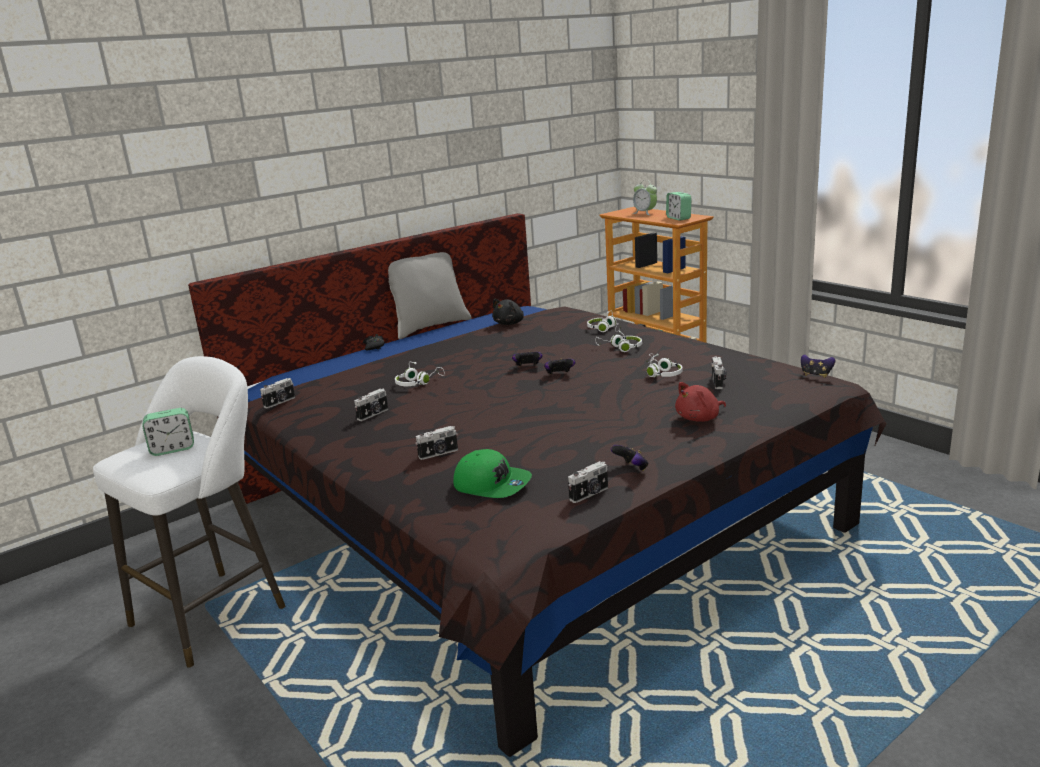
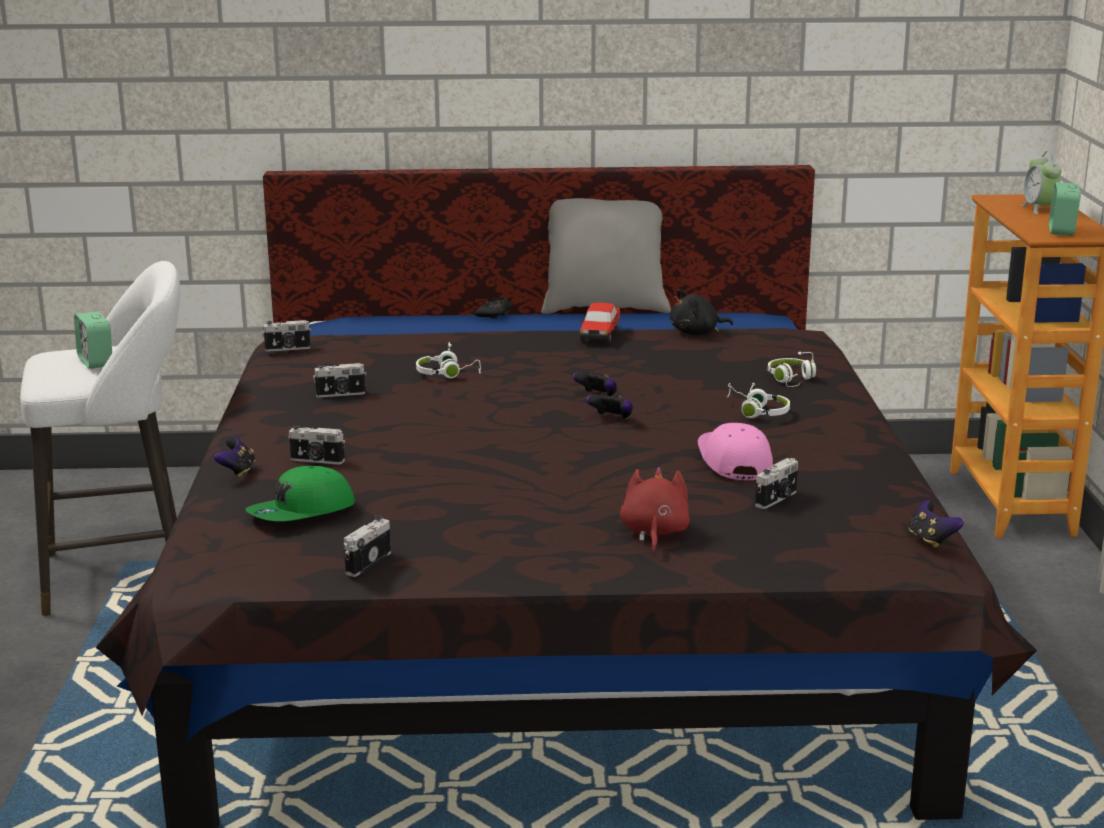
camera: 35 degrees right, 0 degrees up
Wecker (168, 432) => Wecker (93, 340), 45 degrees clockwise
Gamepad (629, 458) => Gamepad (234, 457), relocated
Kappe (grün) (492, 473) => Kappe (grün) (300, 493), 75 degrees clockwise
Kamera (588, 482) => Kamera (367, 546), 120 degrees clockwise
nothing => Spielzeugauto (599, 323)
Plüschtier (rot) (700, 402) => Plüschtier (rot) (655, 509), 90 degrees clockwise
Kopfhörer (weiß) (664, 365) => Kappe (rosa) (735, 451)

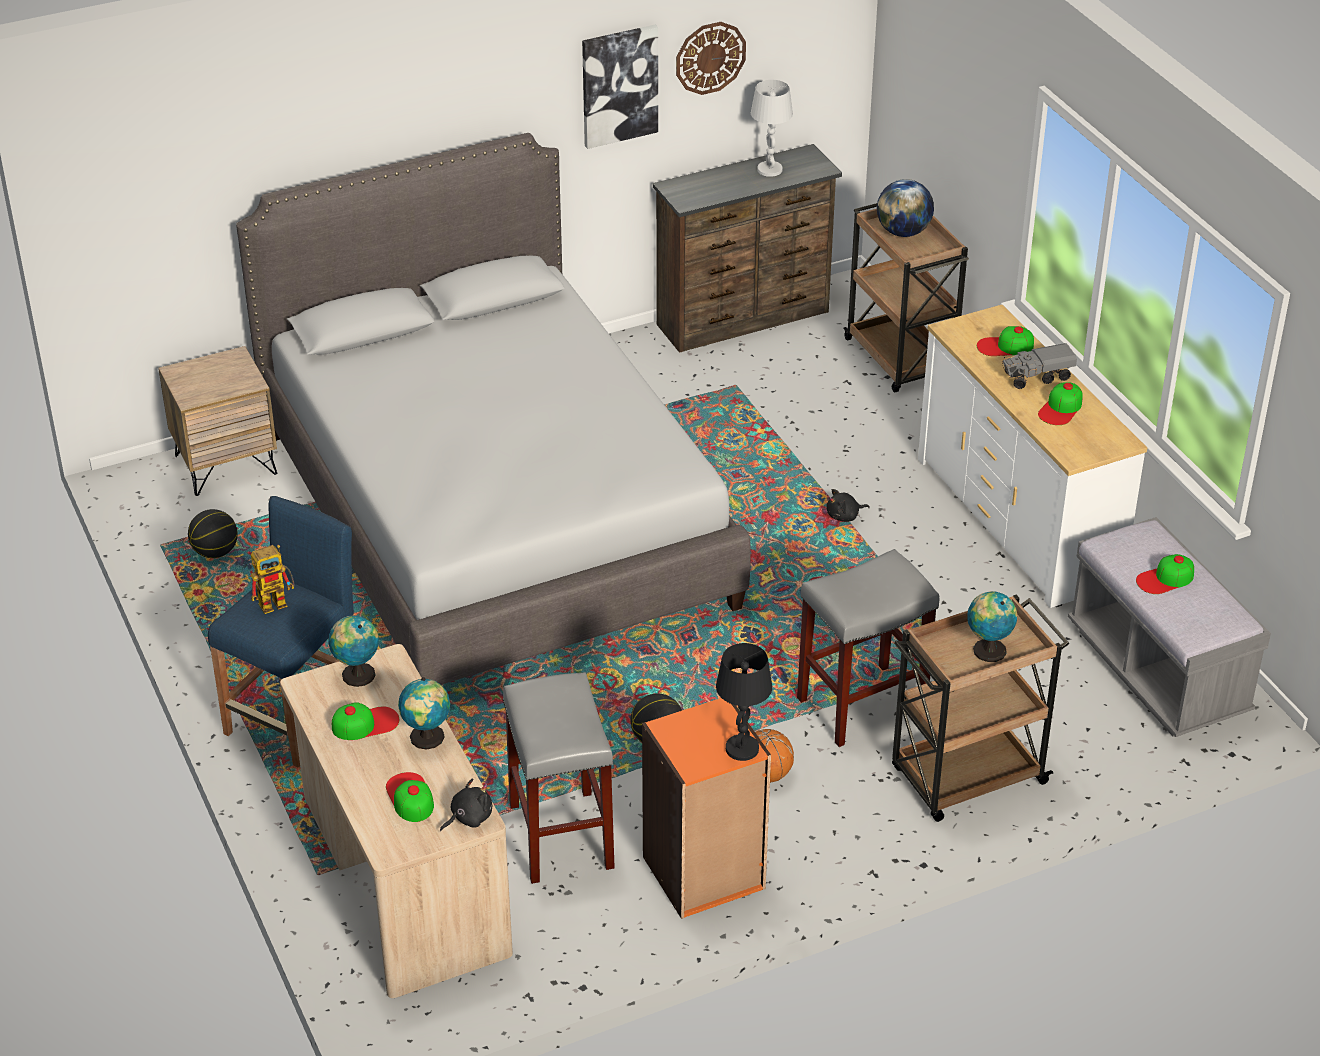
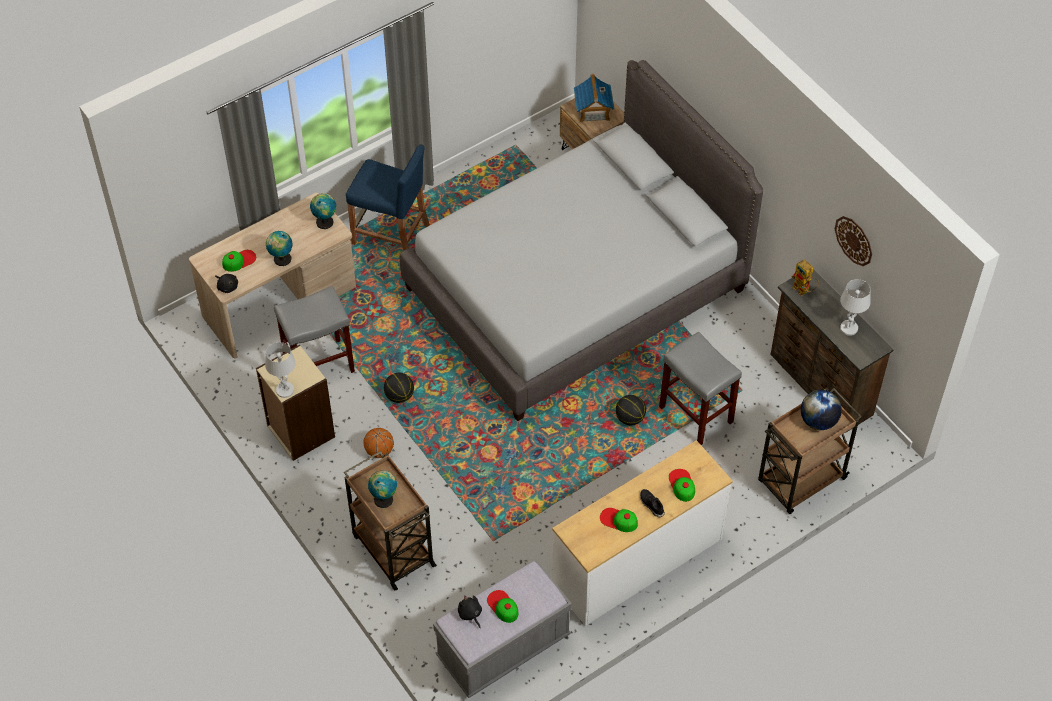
camera: 80 degrees right, 15 degrees up
Bücherregal (orange) (706, 808) => Bücherregal (beige) (295, 403)
Tischlampe (schwarz) (744, 702) => Tischlampe (weiß) (280, 370)
Plüschtier (schwarz) (848, 505) => Plüschtier (schwarz) (470, 611), relocated
nothing => Spielzeughaus (594, 98)
Basketball (213, 533) => Basketball (631, 410), relocated
Spielzeuglaster (1039, 366) => Schuh (schwarz) (652, 503)
Hocker (grau) (868, 648) => Hocker (grau) (700, 388), relocated
Spielzeugroboter (272, 579) => Spielzeugroboter (805, 277), relocated
Kappe (365, 721) => nothing
Bild (620, 87) => nothing

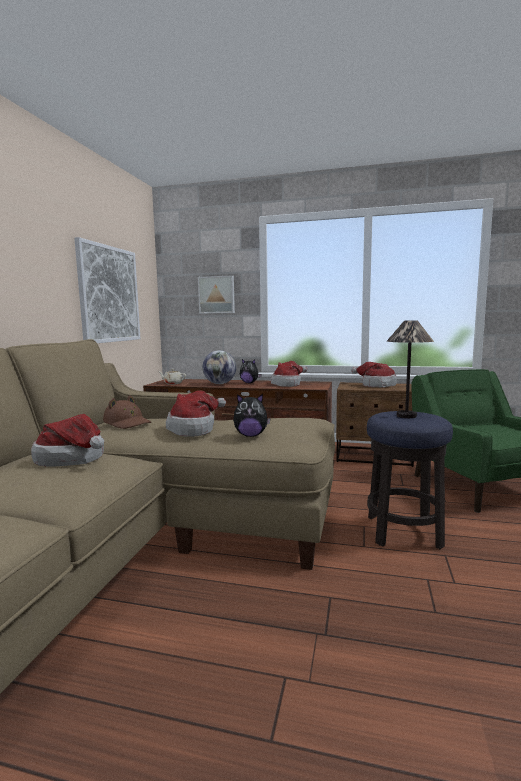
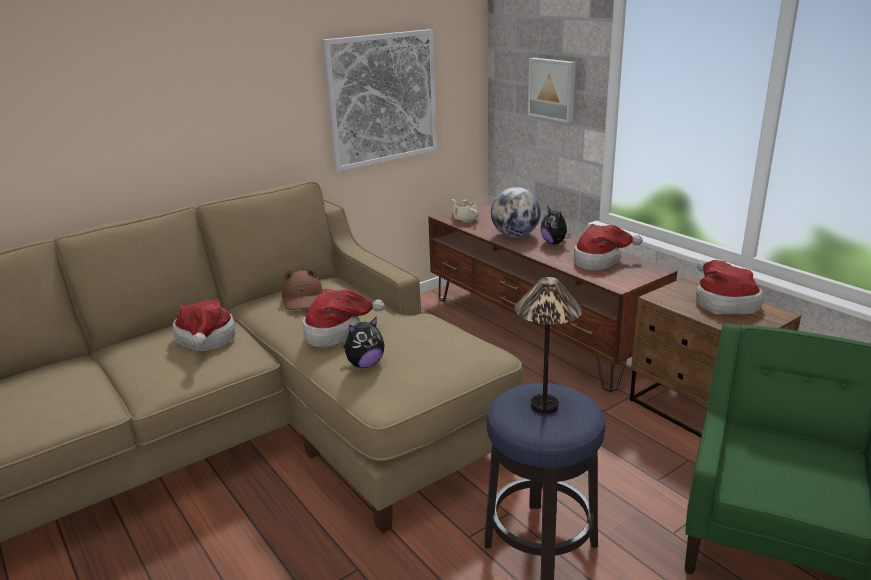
camera: 40 degrees right, 15 degrees up
Plüschtier (252, 415) => Plüschtier (364, 342), 75 degrees counterclockwise

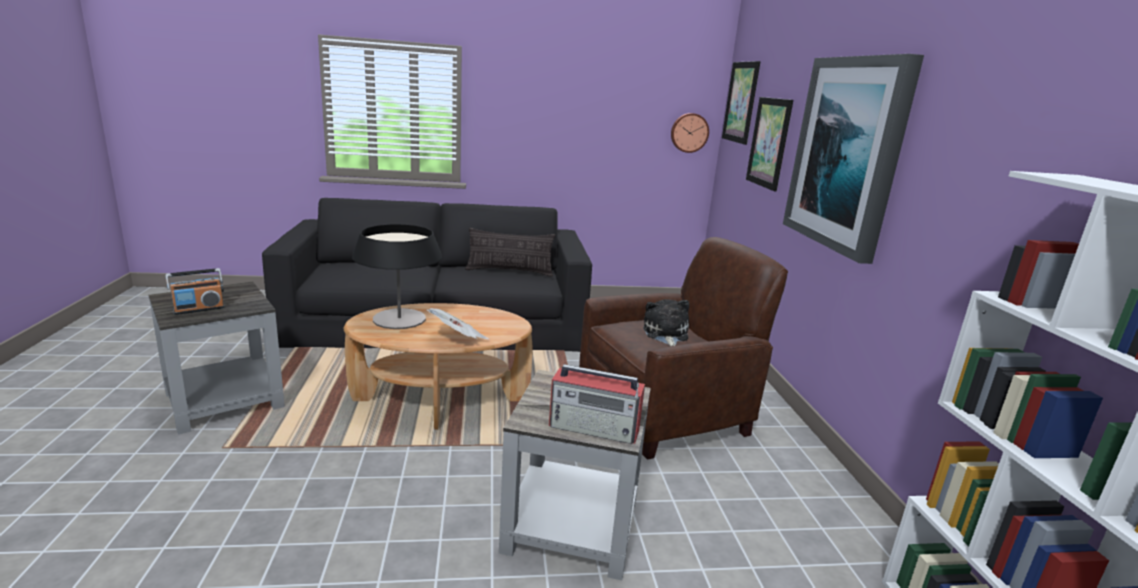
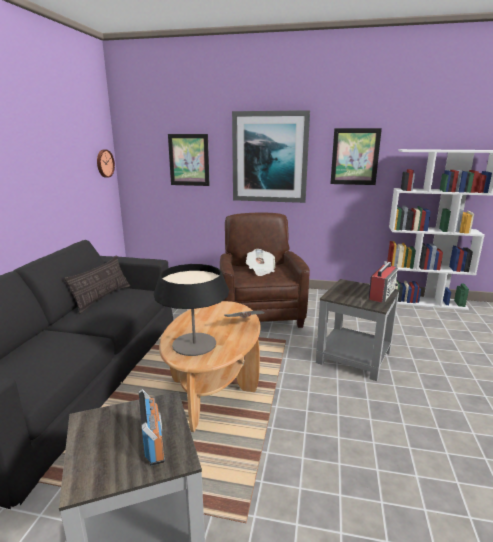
camera: 70 degrees left, 0 degrees up
Plüschtier (666, 322) => Zeitung (260, 262)
Bild (741, 103) => Bild (356, 156), relocated

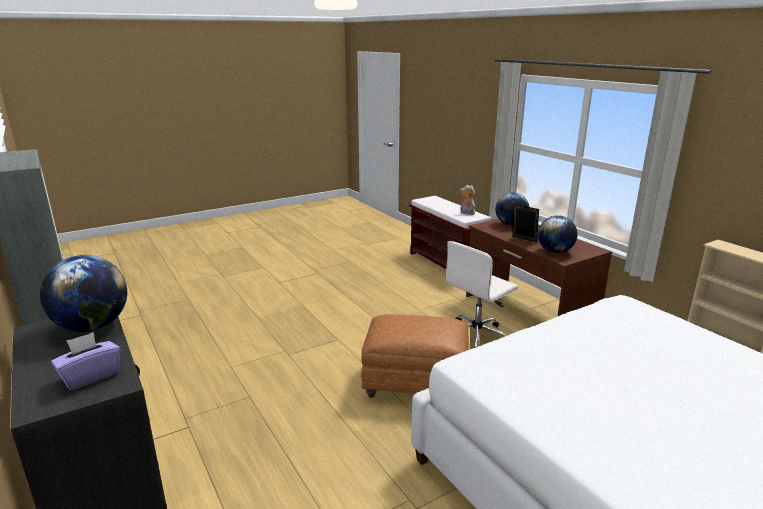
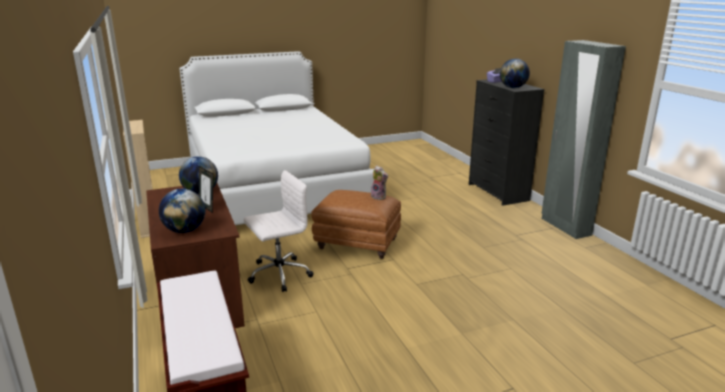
camera: 170 degrees left, 0 degrees up
Plüschtier (467, 200) => Plüschtier (379, 183), relocated

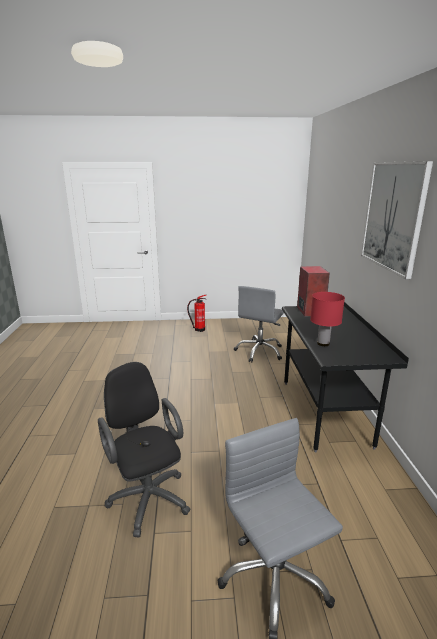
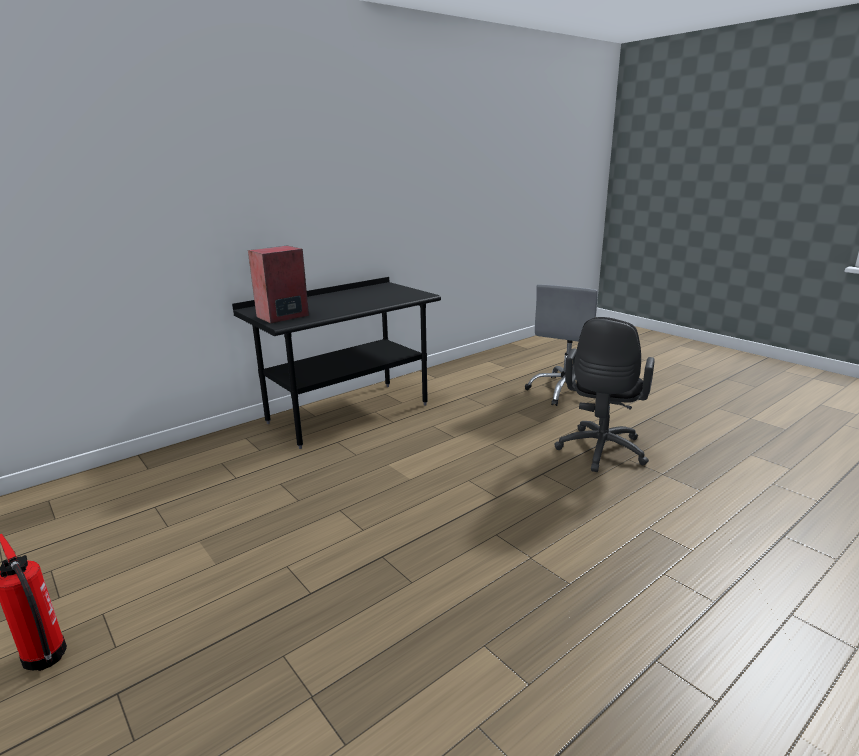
camera: 125 degrees left, 0 degrees up
Bürostuhl (grau) (259, 324) => nothing
Tischlampe (rot) (327, 319) => nothing
Bild (397, 220) => nothing

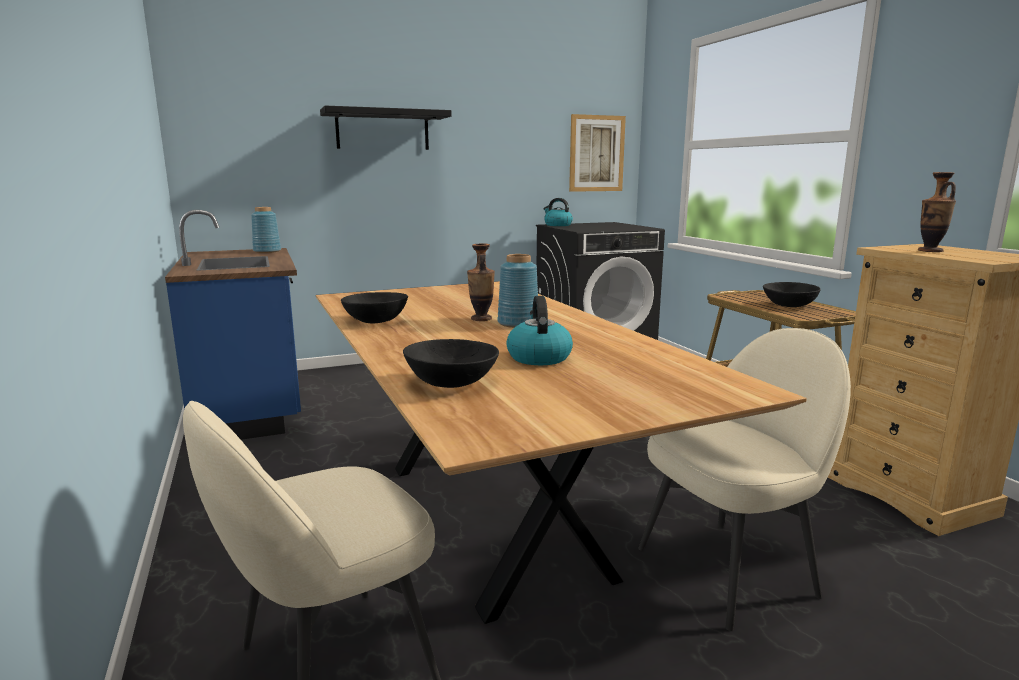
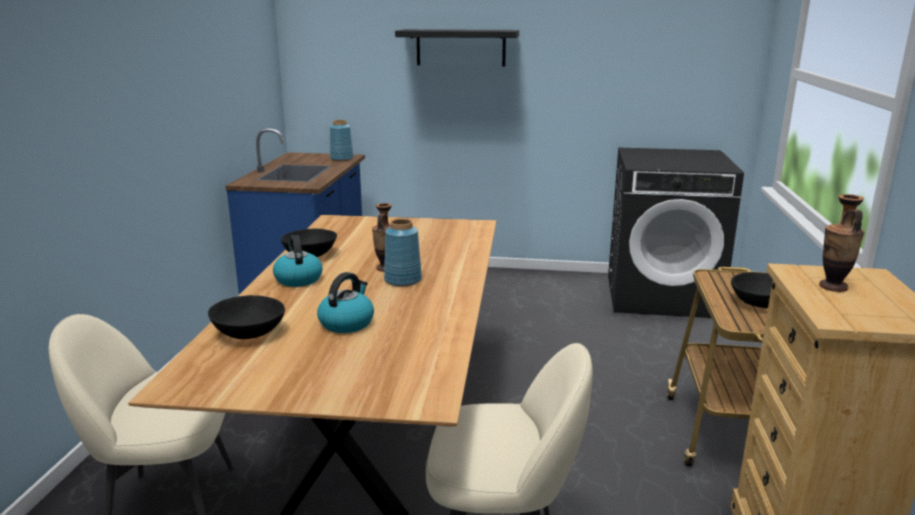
camera: 30 degrees right, 5 degrees up
Wasserkessel (558, 212) => Wasserkessel (297, 261), relocated
Bild (597, 153) => nothing

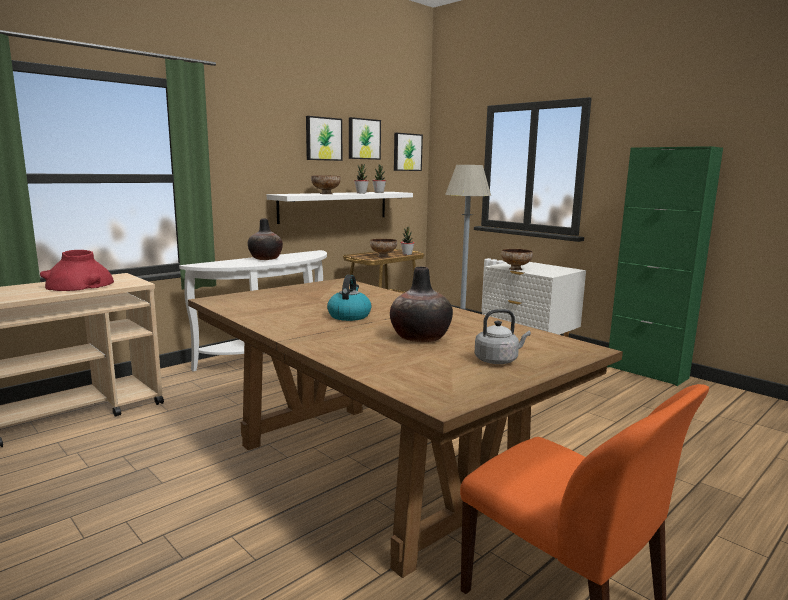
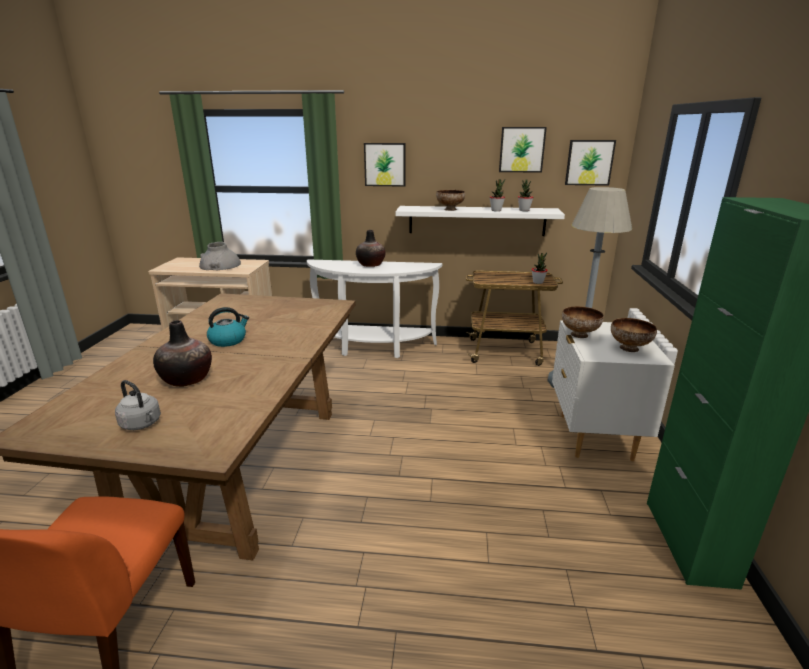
camera: 50 degrees right, 10 degrees up
Vase (rot) (77, 270) => Vase (grau) (220, 256)
Bild (324, 138) => Bild (385, 165), relocated
Schüssel (383, 248) => Schüssel (634, 335), relocated

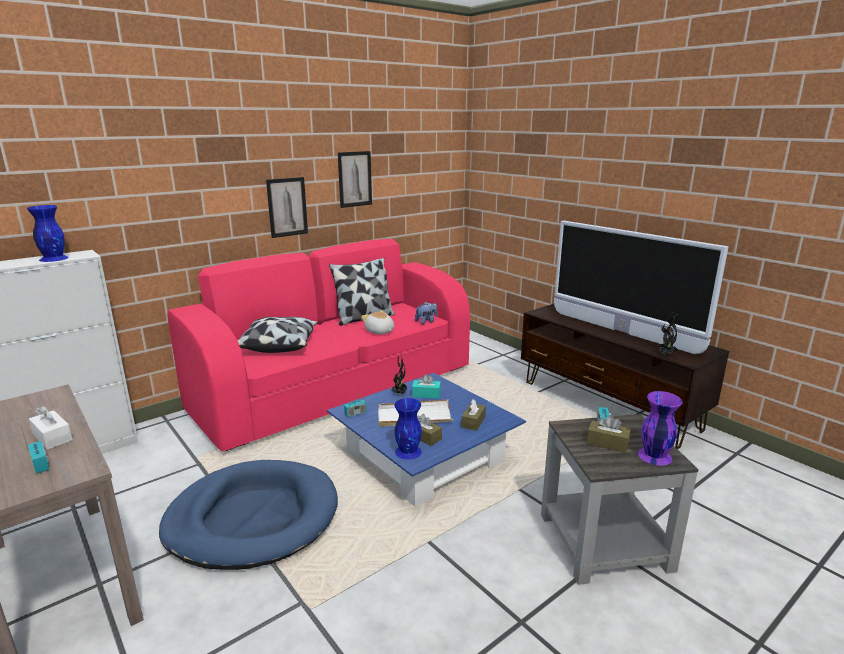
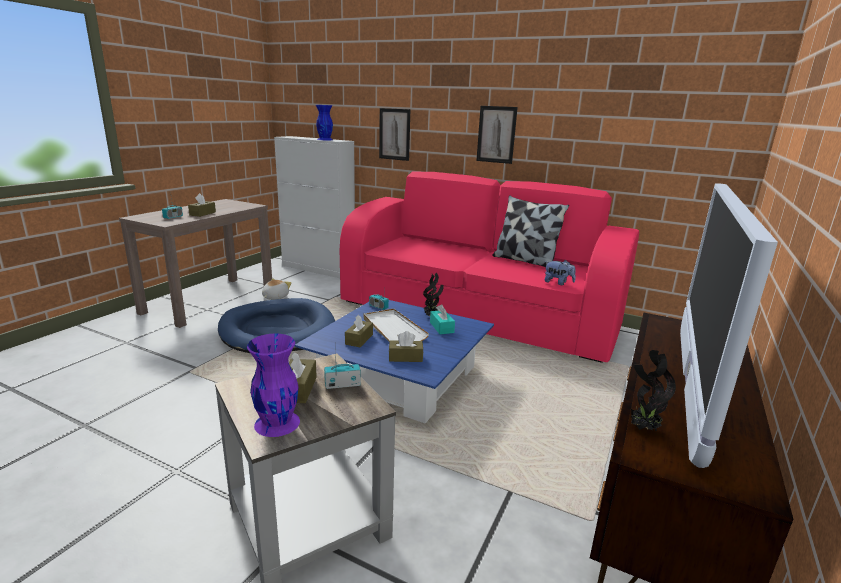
camera: 65 degrees right, 0 degrees up
Taschentuchbox (weiß) (51, 428) => Taschentuchbox (braun) (202, 205)
Plüschtier (377, 322) => Plüschtier (276, 289), relocated
Bild (355, 179) => Bild (394, 134), relocated
Kissen (277, 335) => nothing
Vase (blau) (408, 429) => nothing

